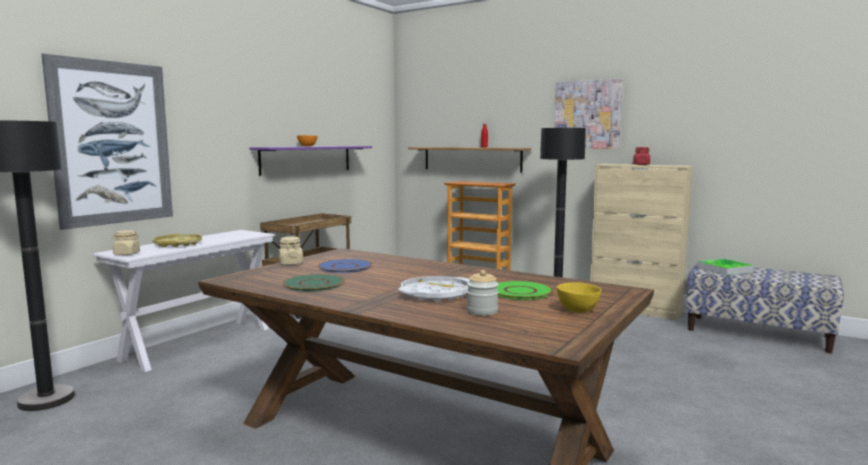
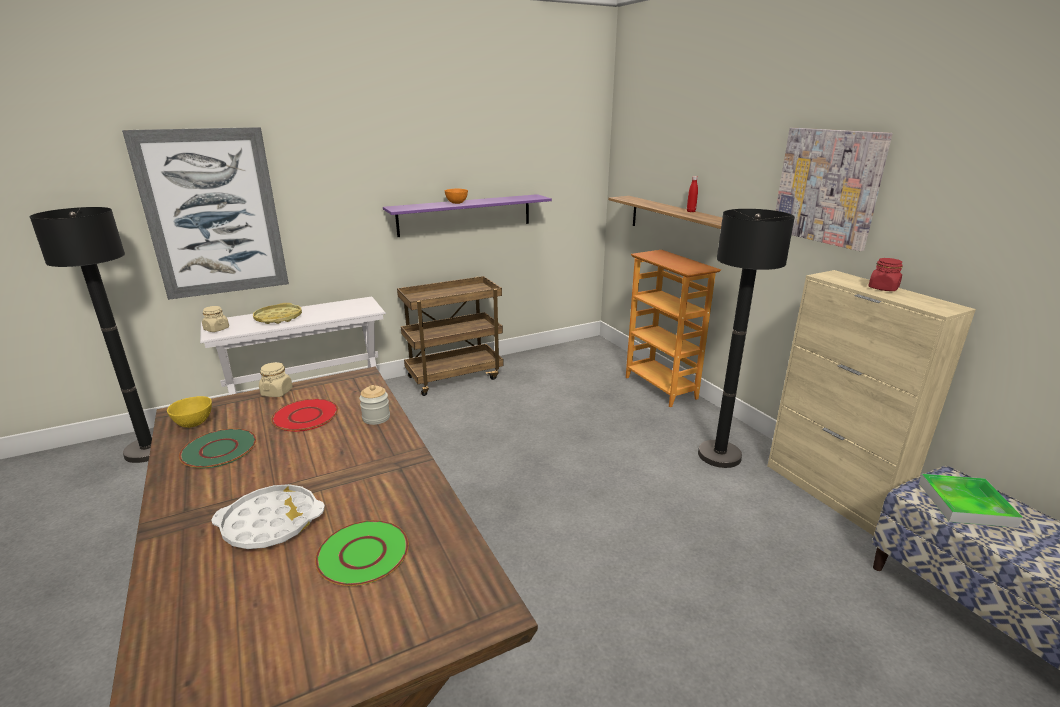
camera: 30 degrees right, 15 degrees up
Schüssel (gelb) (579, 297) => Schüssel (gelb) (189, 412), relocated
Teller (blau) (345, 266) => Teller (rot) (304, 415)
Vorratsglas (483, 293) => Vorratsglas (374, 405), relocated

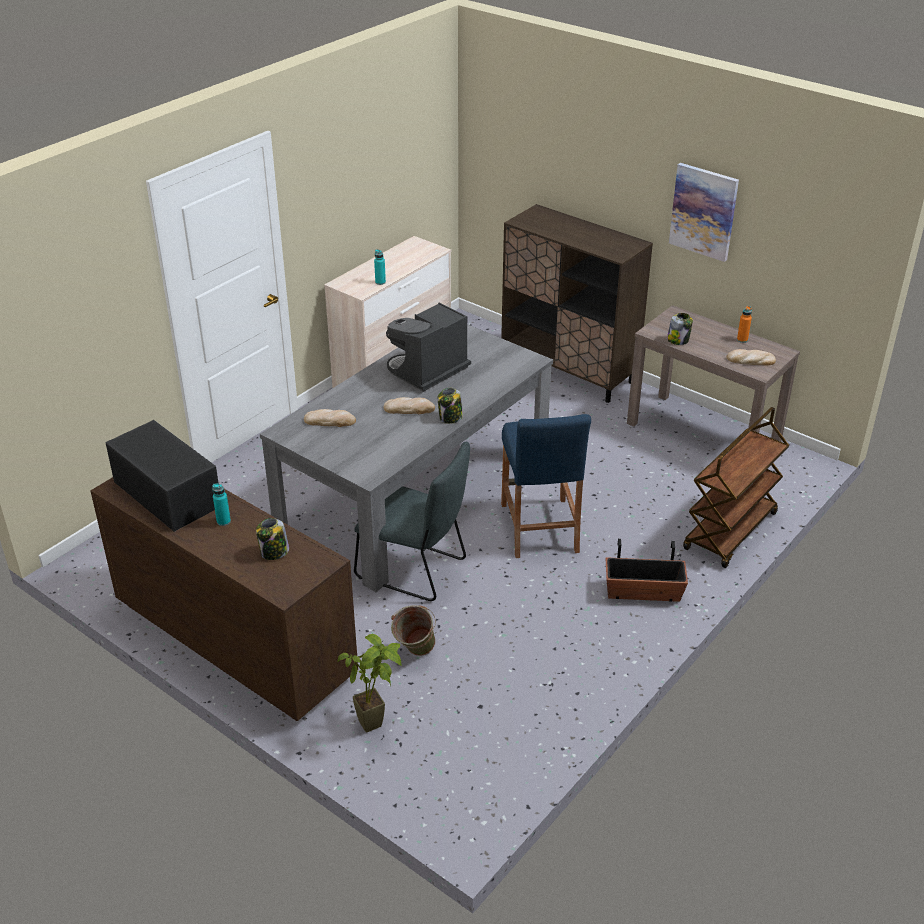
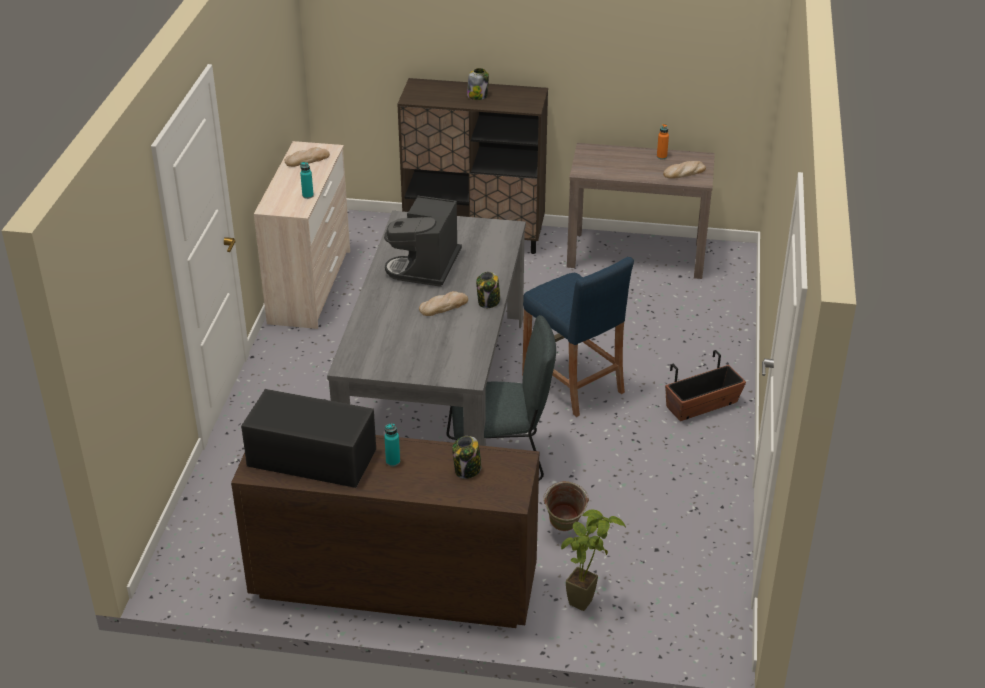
camera: 30 degrees left, 0 degrees up
Brot (330, 418) => Brot (307, 157), relocated
Vorratsglas (680, 329) => Vorratsglas (478, 84), relocated
Bild (704, 212) => nothing
Rollwagen (braun) (736, 487) => nothing

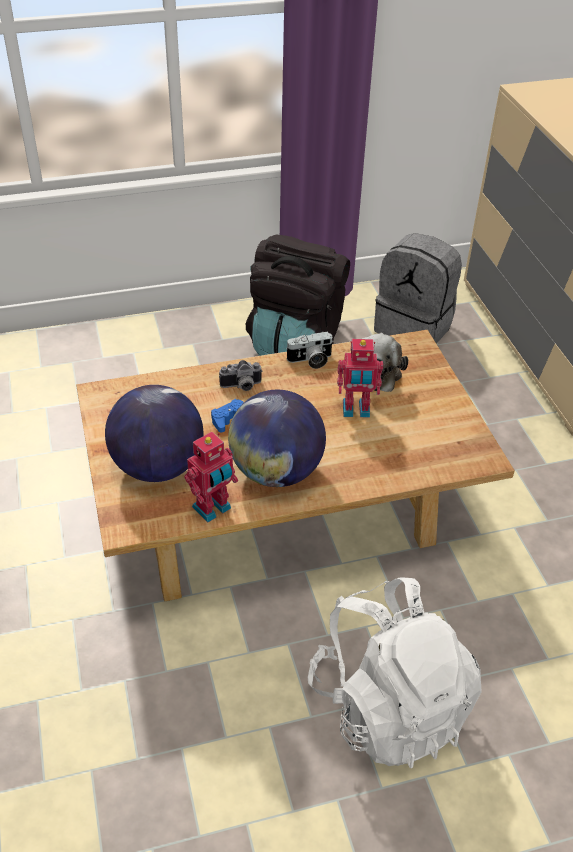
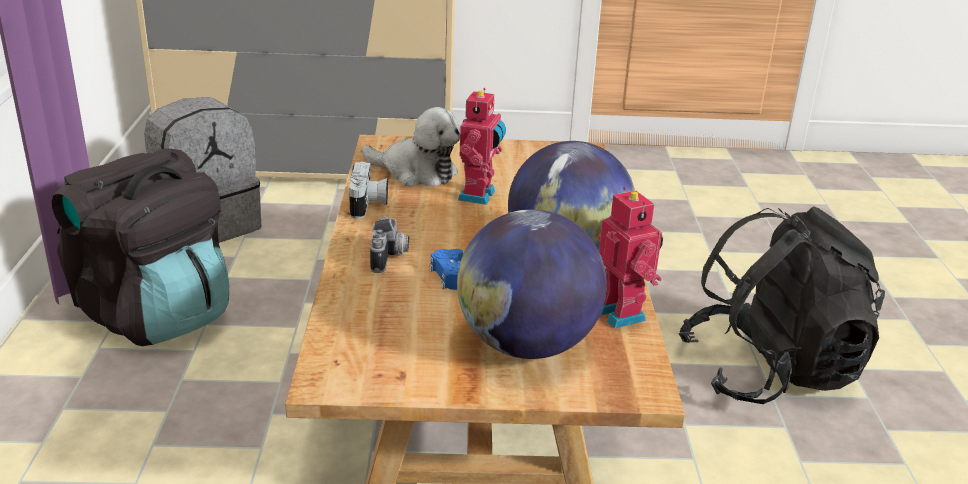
camera: 75 degrees left, 15 degrees down
Rucksack (weiß) (395, 672) => Rucksack (schwarz) (781, 305)

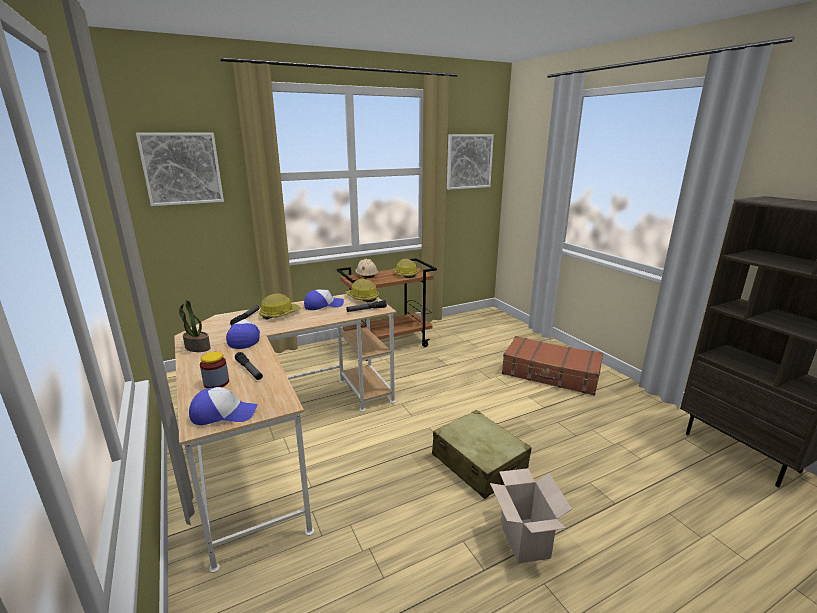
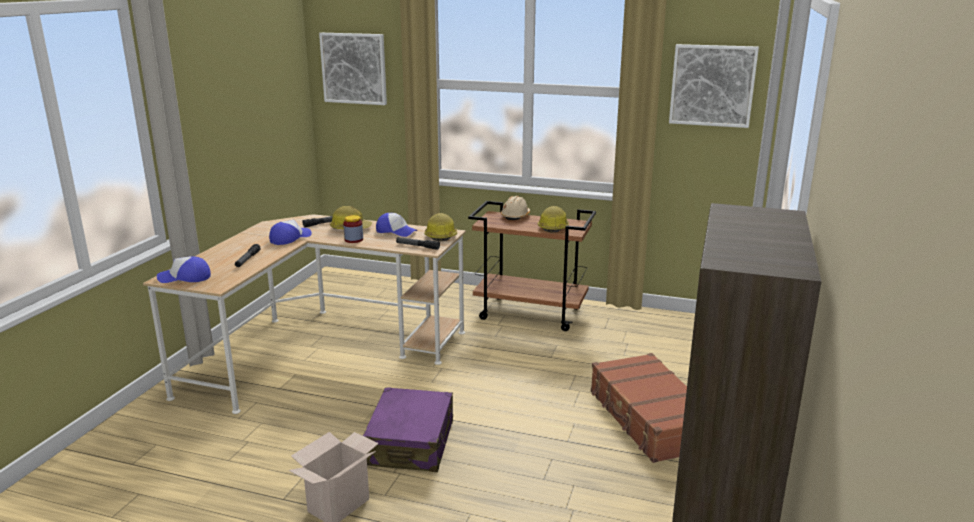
camera: 45 degrees right, 0 degrees up
Kappe (223, 406) => Kappe (184, 269), 135 degrees clockwise
Vorratsglas (214, 370) => Vorratsglas (353, 229), relocated
Koffer (beige) (482, 454) => Koffer (lila) (408, 429)
Topfpflanze (194, 325) => nothing

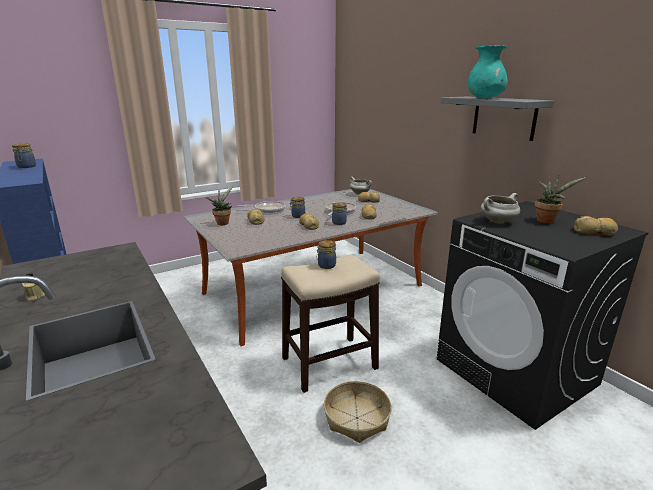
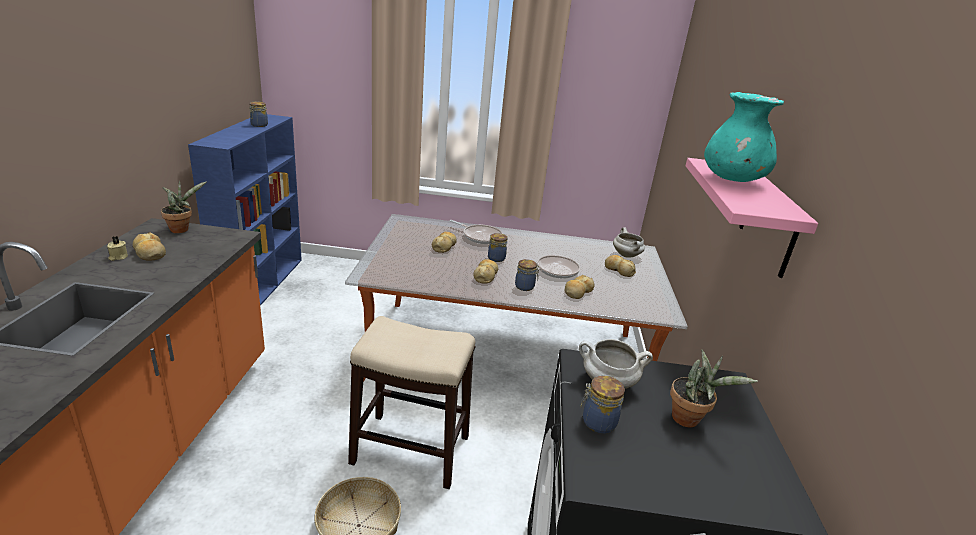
camera: 35 degrees right, 5 degrees up
Brot (596, 226) => Brot (149, 246), relocated
Topfpflanze (219, 205) => Topfpflanze (184, 207), relocated
Vorratsglas (326, 254) => Vorratsglas (603, 405), relocated
Wandregal (grau) (497, 119) => Wandregal (rosa) (751, 218)

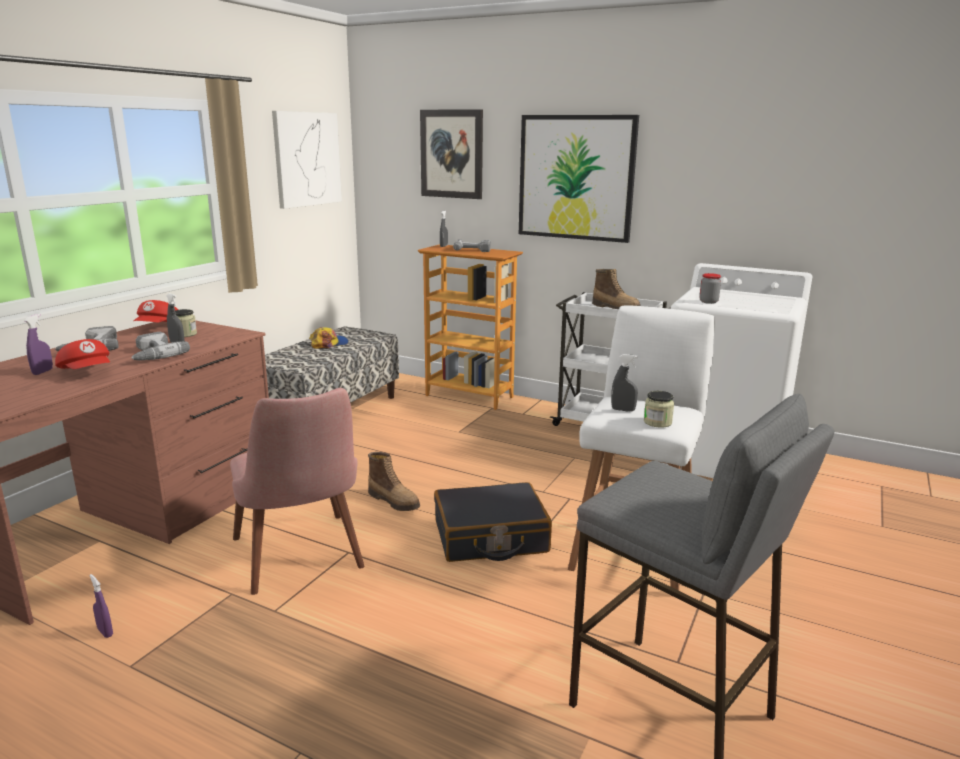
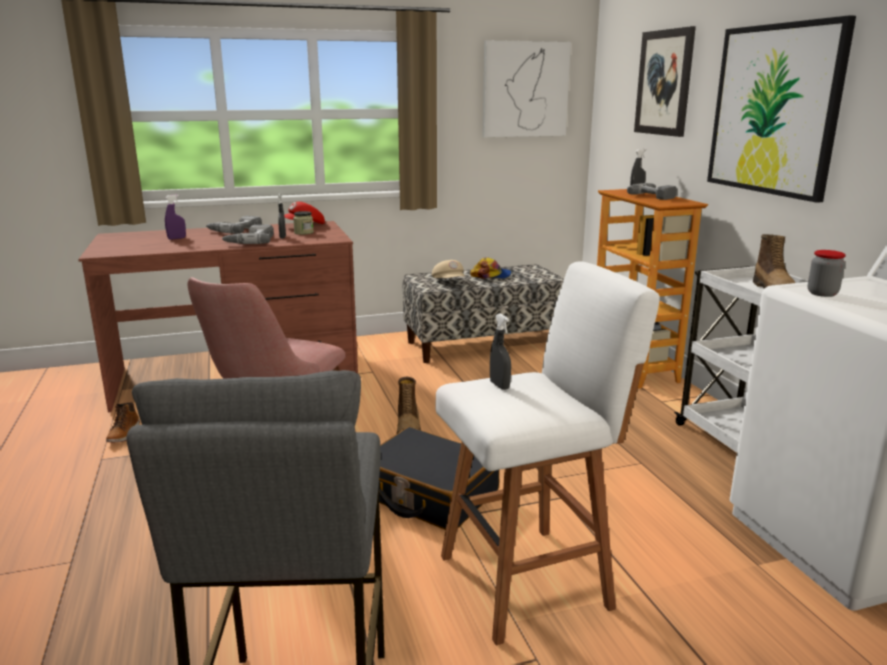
camera: 45 degrees right, 0 degrees up
Sprühflasche (lila) (101, 606) => Stiefel (123, 422)
nothing => Kappe (beige) (448, 269)
Kappe (rot) (82, 354) => nothing
Vorratsglas (659, 409) => nothing

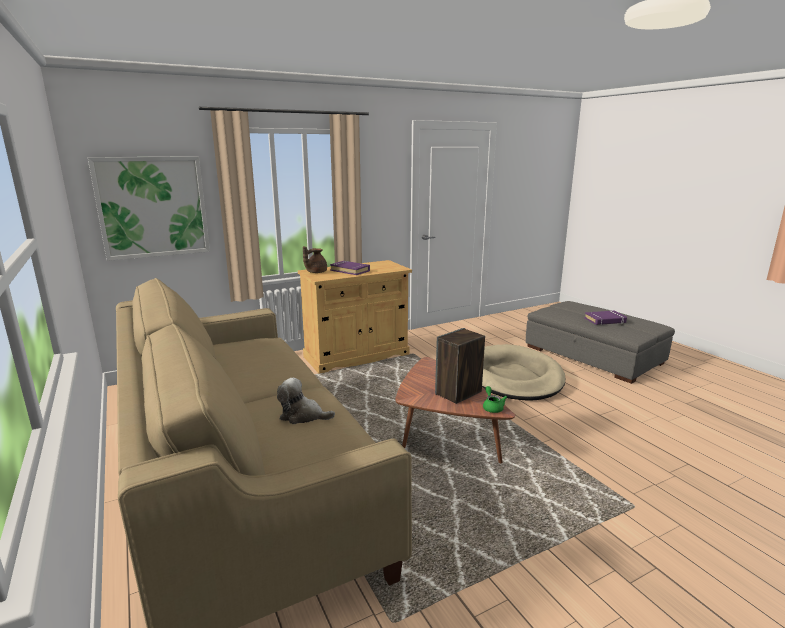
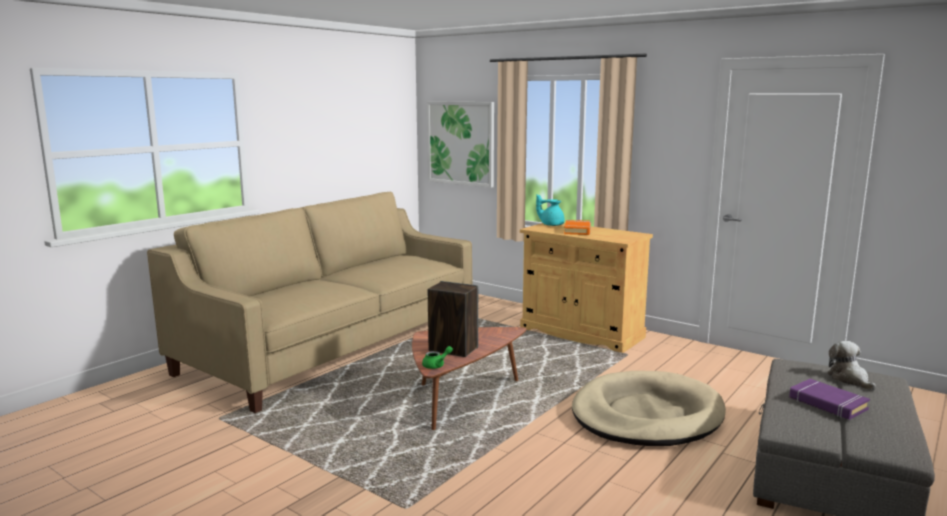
camera: 65 degrees right, 5 degrees down
Teekanne (braun) (315, 259) => Teekanne (türkis) (550, 210)
Buch (lila) (350, 268) => Buch (orange) (577, 227)
Plüschtier (306, 401) => Plüschtier (851, 366), relocated

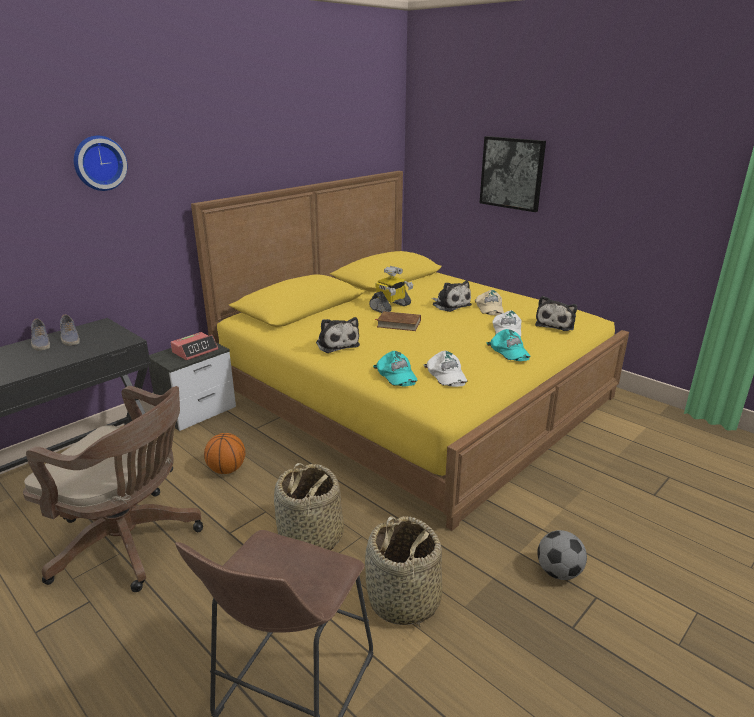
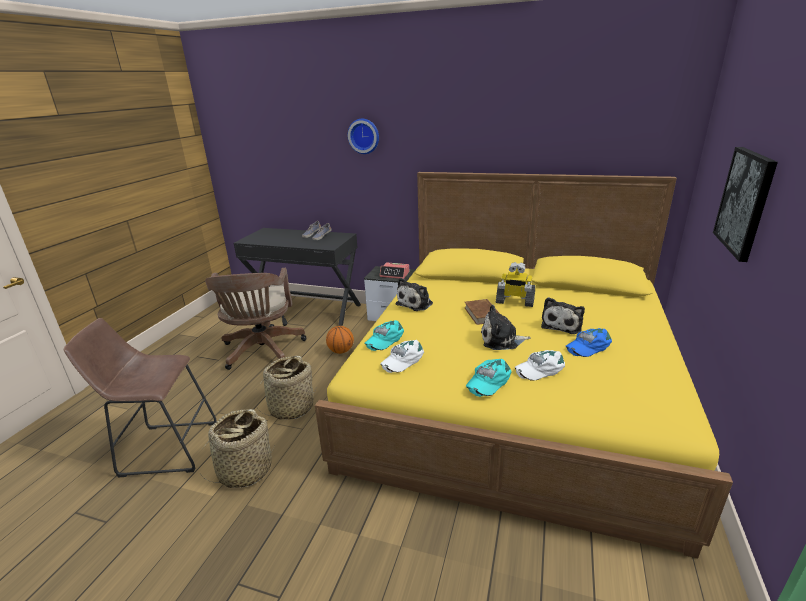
camera: 65 degrees right, 0 degrees up
Plüschtier (556, 313) => Plüschtier (506, 327), relocated
Kappe (beige) (489, 302) => Kappe (blau) (589, 342)
Fußball (562, 555) => nothing

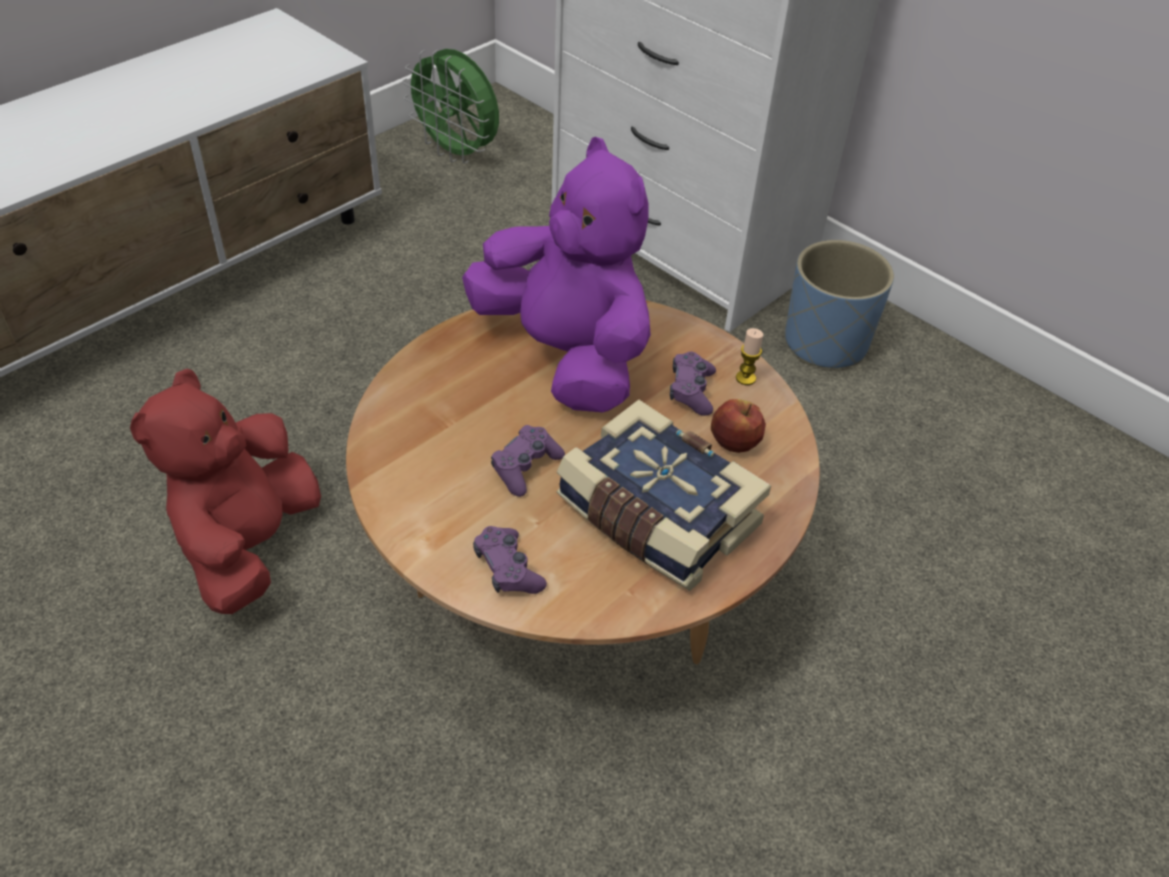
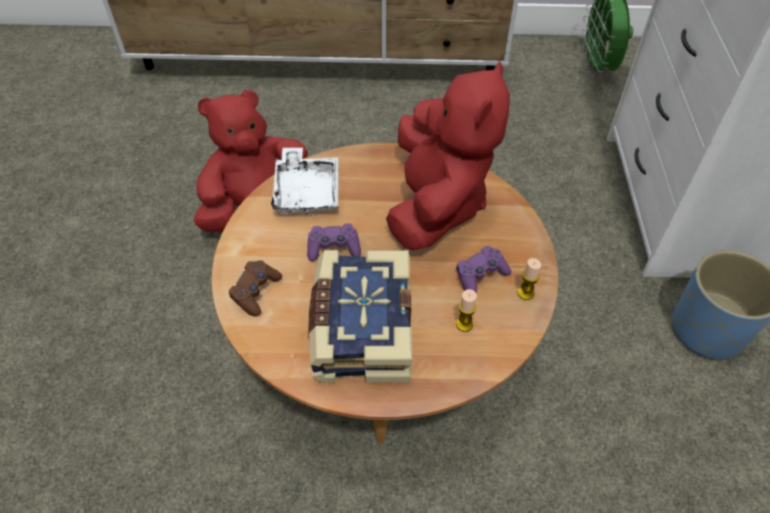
camera: 50 degrees right, 5 degrees up
Gamepad (lila) (510, 560) => Gamepad (braun) (255, 288)
nothing => Tablett (weiß) (304, 180)
Plüschtier (lila) (556, 274) => Plüschtier (rot) (448, 155)
Apfel (738, 426) => Kerze (466, 310)

